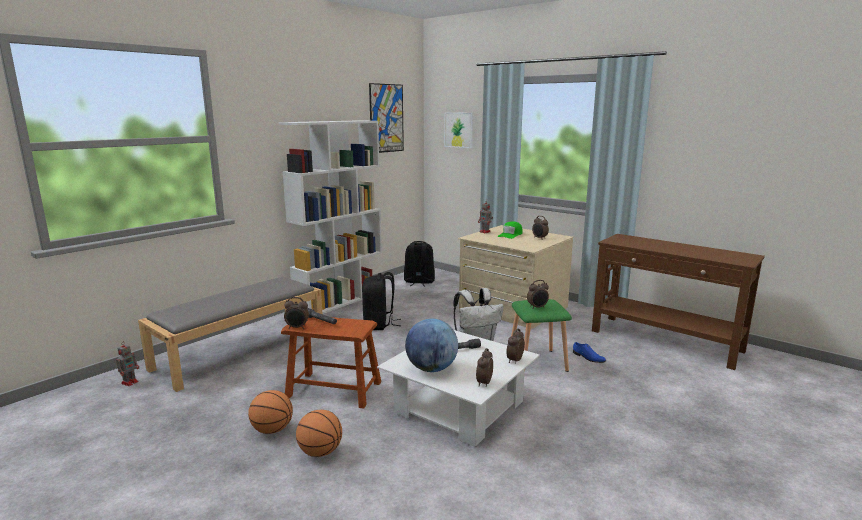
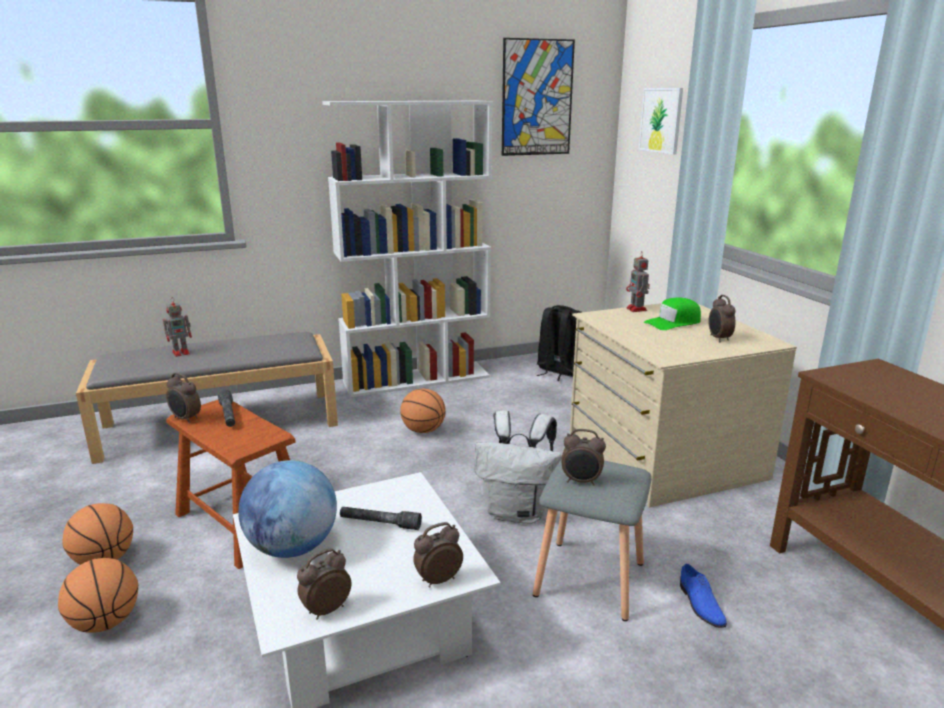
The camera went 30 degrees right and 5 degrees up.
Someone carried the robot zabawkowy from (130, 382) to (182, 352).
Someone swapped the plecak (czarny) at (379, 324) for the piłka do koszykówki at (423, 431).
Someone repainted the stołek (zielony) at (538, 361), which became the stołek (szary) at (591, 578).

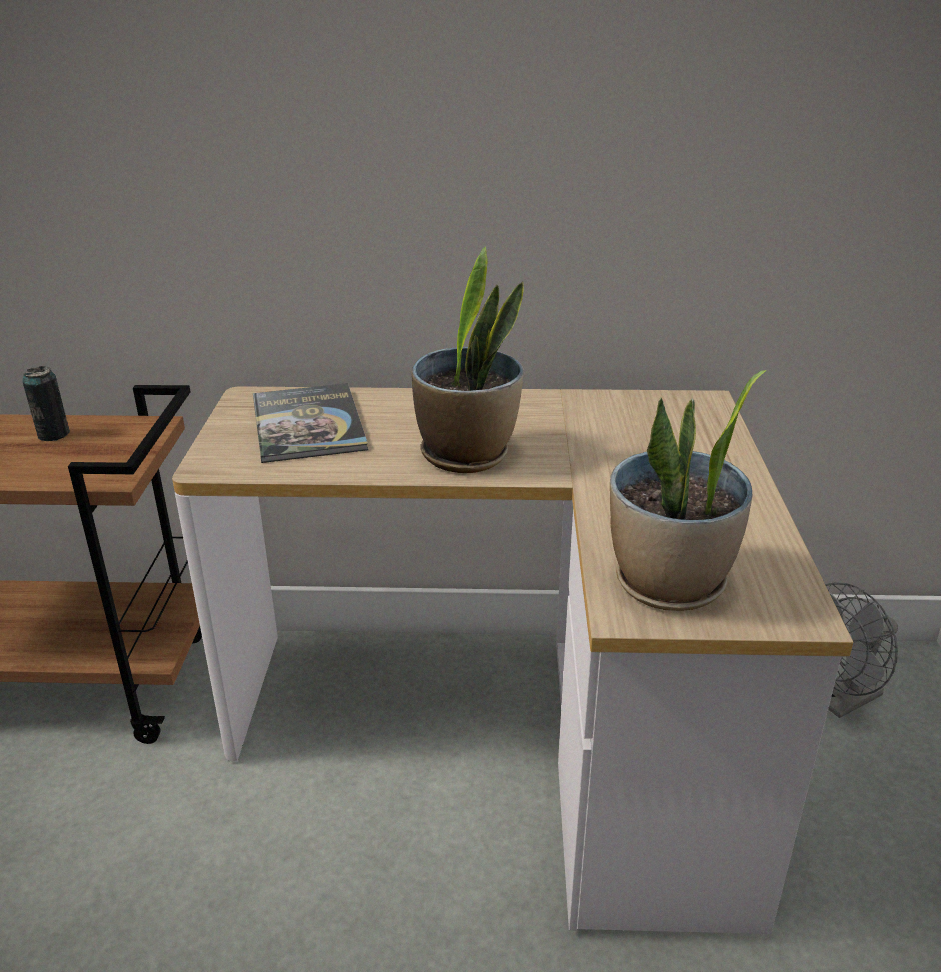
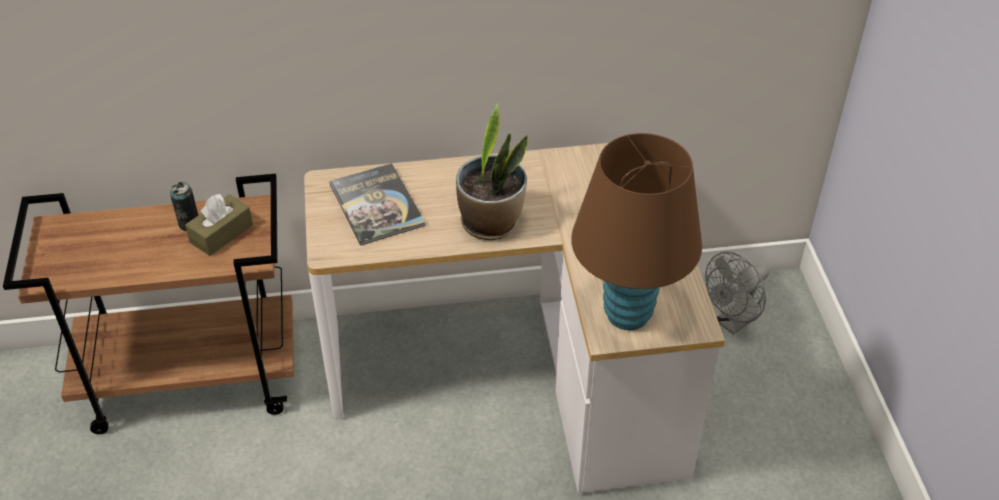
The camera went 10 degrees left and 15 degrees up.
Someone put down the pudełko chusteczek (brązowy) at (221, 233).
Someone swapped the roślina doniczkowa at (669, 585) for the lampa stołowa (brązowy) at (628, 314).

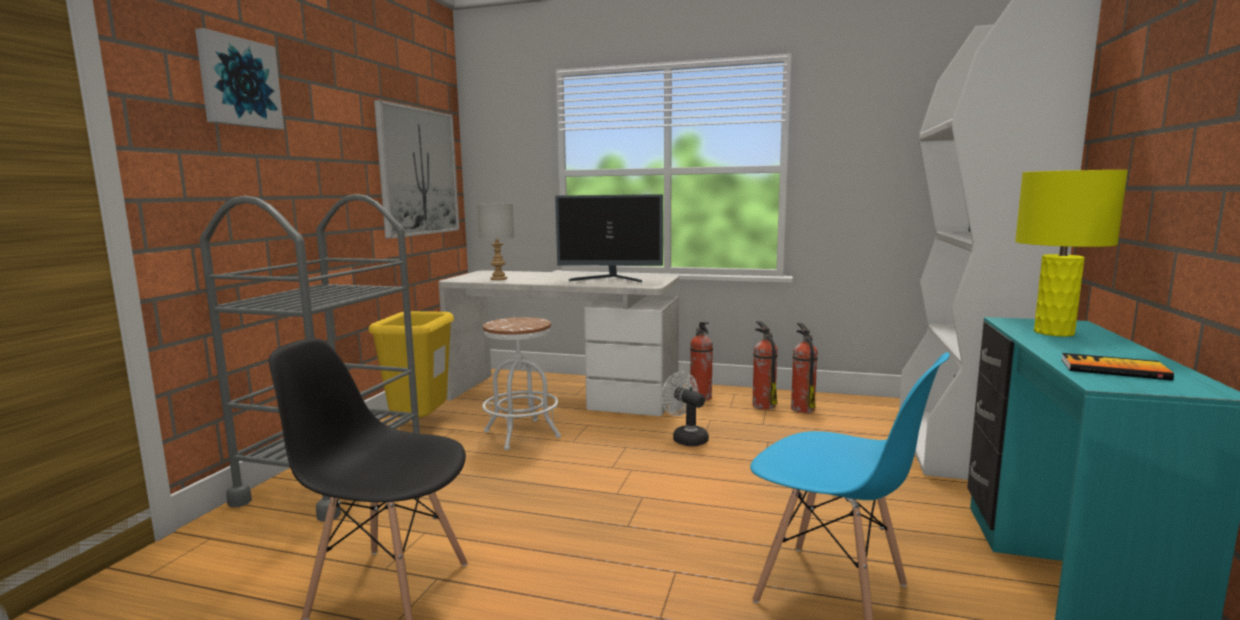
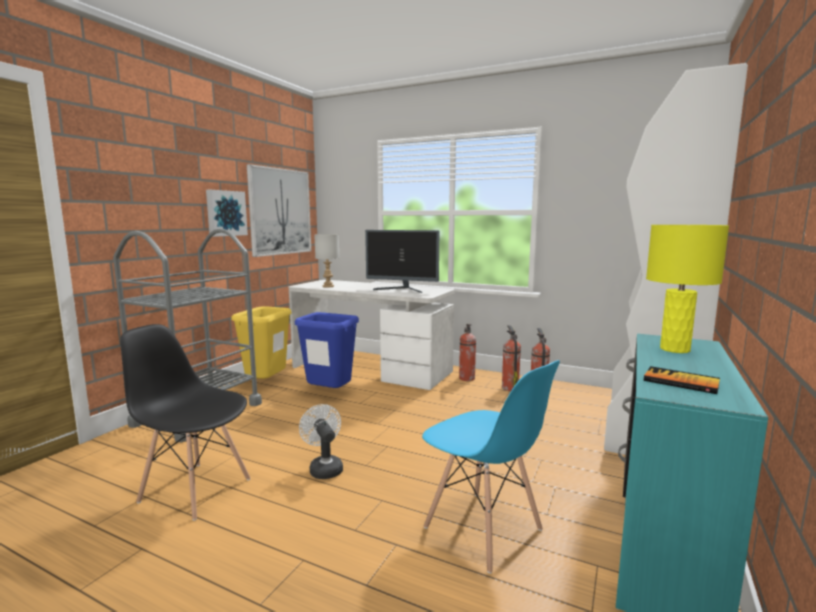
The camera went 10 degrees right and 0 degrees up.
Someone carried the obraz from (238, 83) to (225, 213).
Someone carried the wentylator (biały) from (686, 438) to (324, 468).
Someone swapped the stołek (biały) at (522, 434) for the kosz na śmieci (niebieski) at (329, 395).

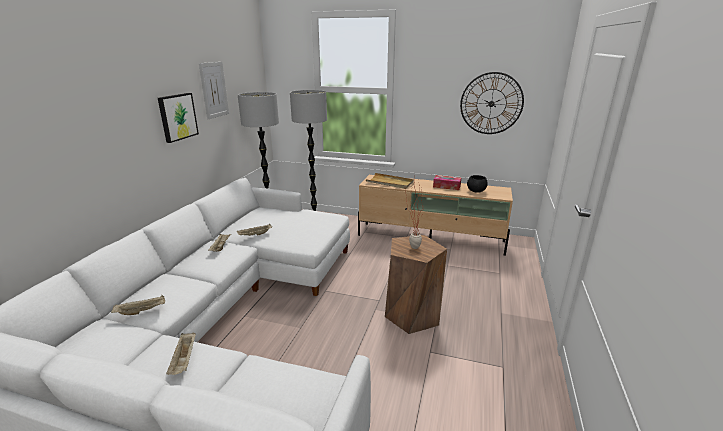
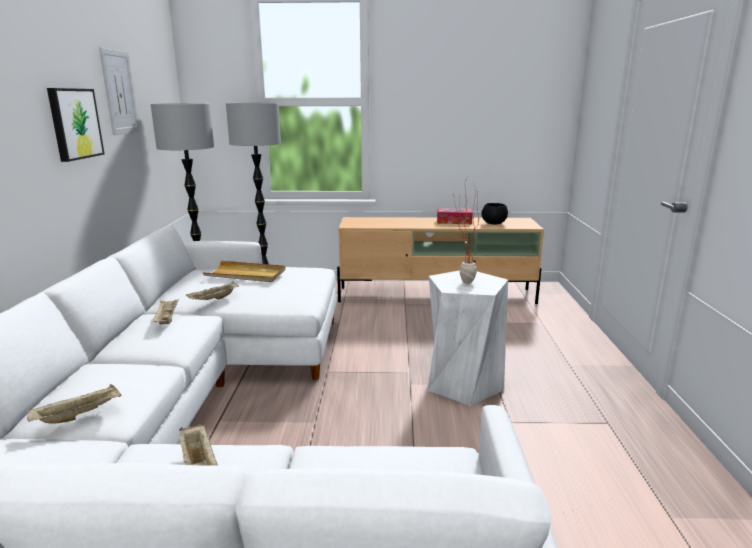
The camera went 15 degrees left and 5 degrees down.
Someone took away the zegar ścienny at (491, 103).
Someone carried the taca (beżowy) from (390, 182) to (246, 274).
Someone repainted the stołek (brązowy) at (412, 315), which became the stołek (biały) at (463, 383).

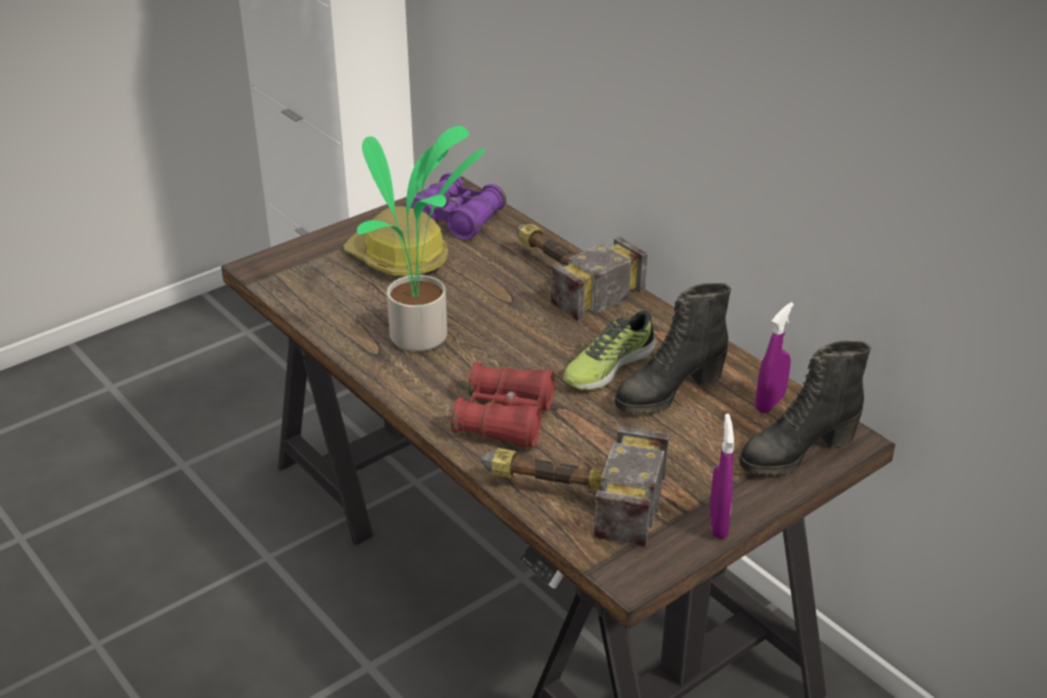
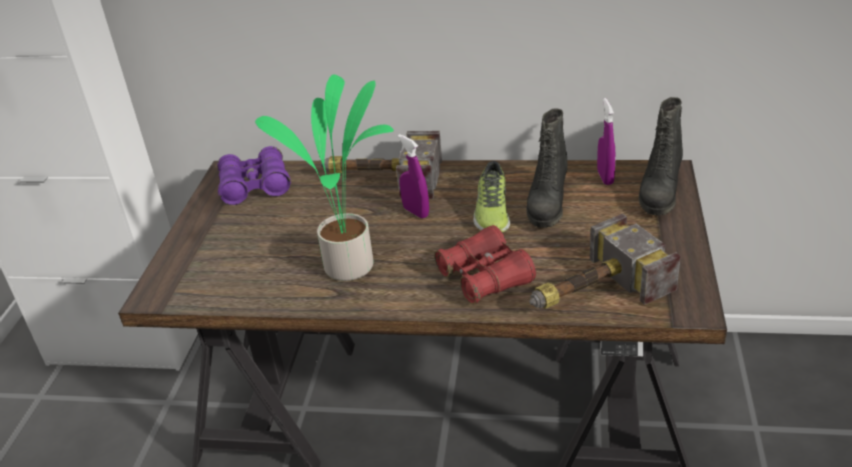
The camera went 40 degrees left and 0 degrees up.
Someone took away the kask at (398, 260).
Someone carried the spryskiwacz (fioletowy) from (718, 524) to (416, 212).

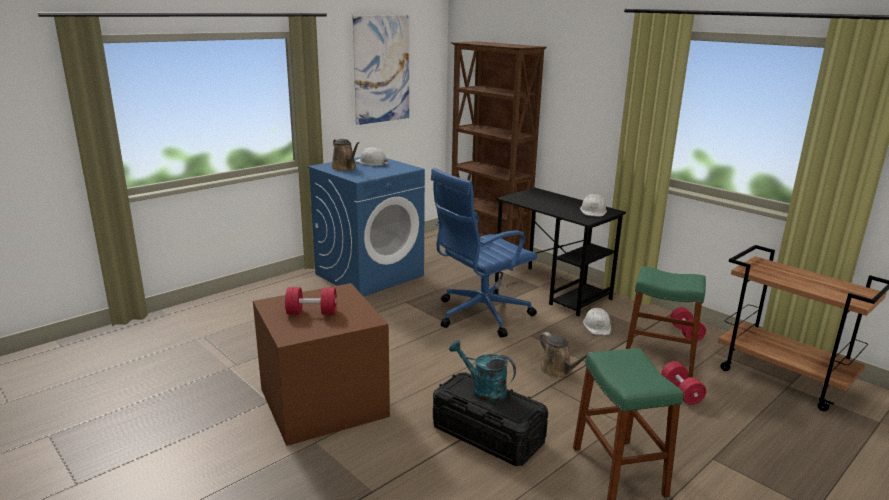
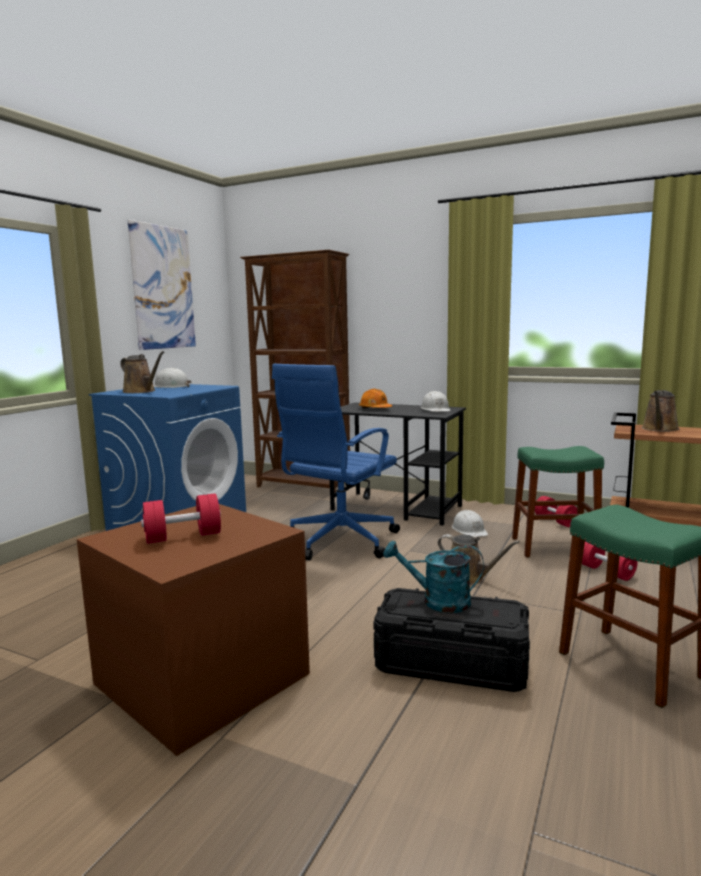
The camera went 20 degrees left and 10 degrees down.
Someone put down the kask (pomarańczowy) at (375, 409).
Someone put down the konewka (brązowy) at (659, 429).

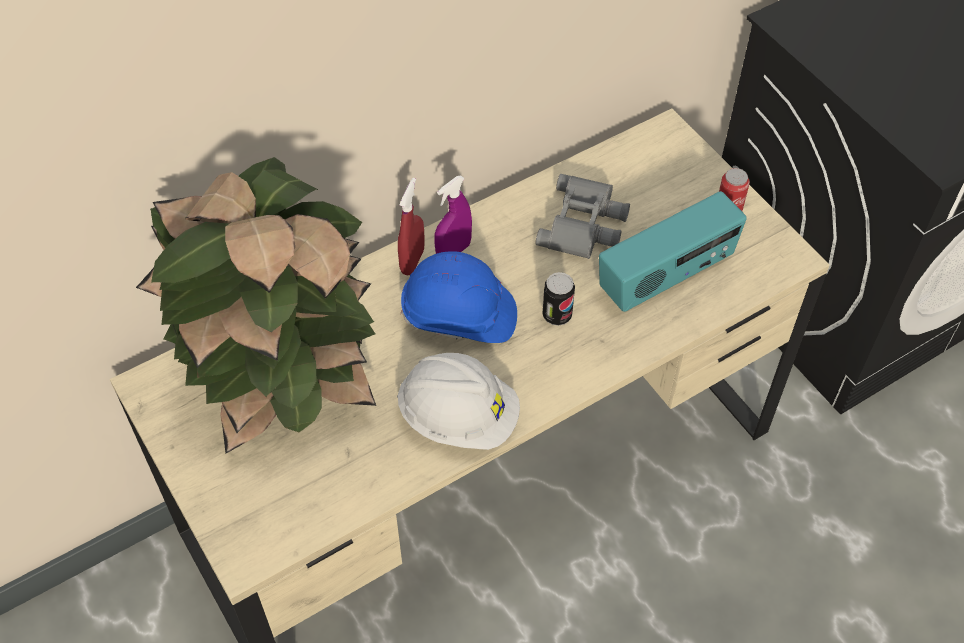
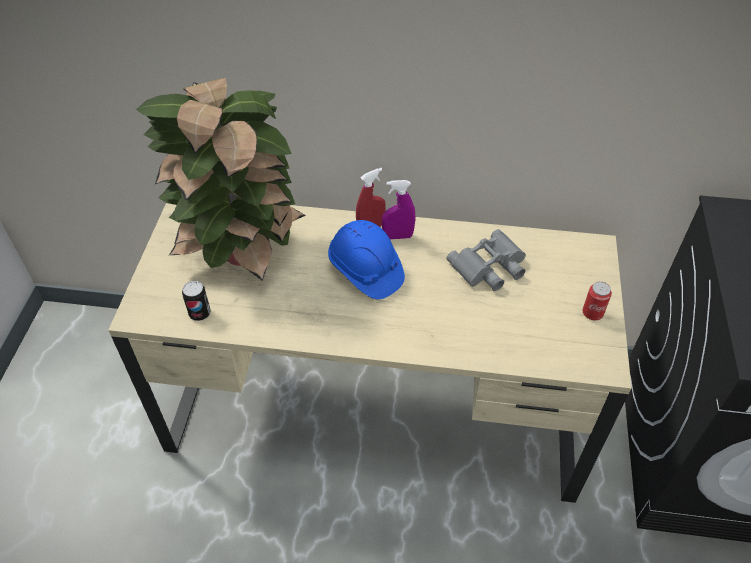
The camera went 40 degrees right and 5 degrees down.
Someone took away the kask (biały) at (458, 417).
Someone took away the radio at (666, 277).
Someone carried the puszka from (557, 315) to (200, 313).

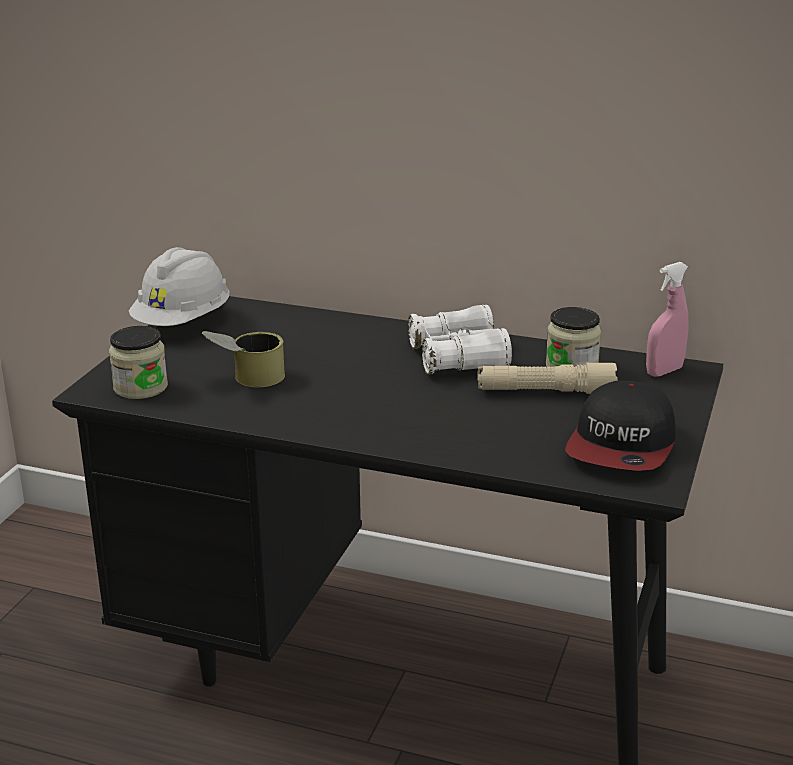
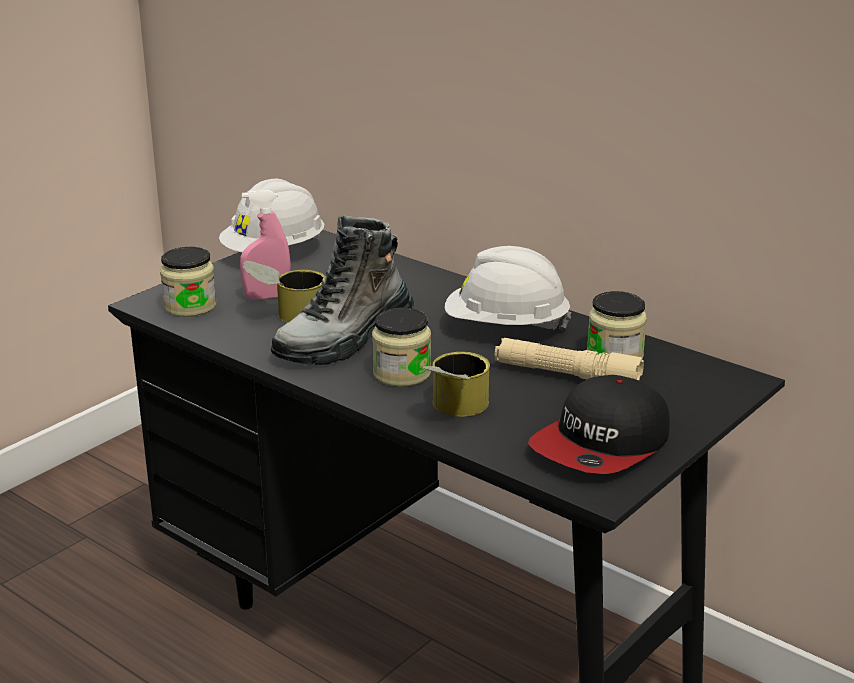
The camera went 20 degrees right and 0 degrees up.
Someone put down the but z cholewką at (344, 339).
Someone put down the słoik at (401, 374).
Someone put down the puszka at (453, 411).
Someone carried the spryskiwacz (różowy) from (664, 371) to (267, 297).
Someone swapped the lornetka (biały) at (458, 358) for the kask (biały) at (505, 328).

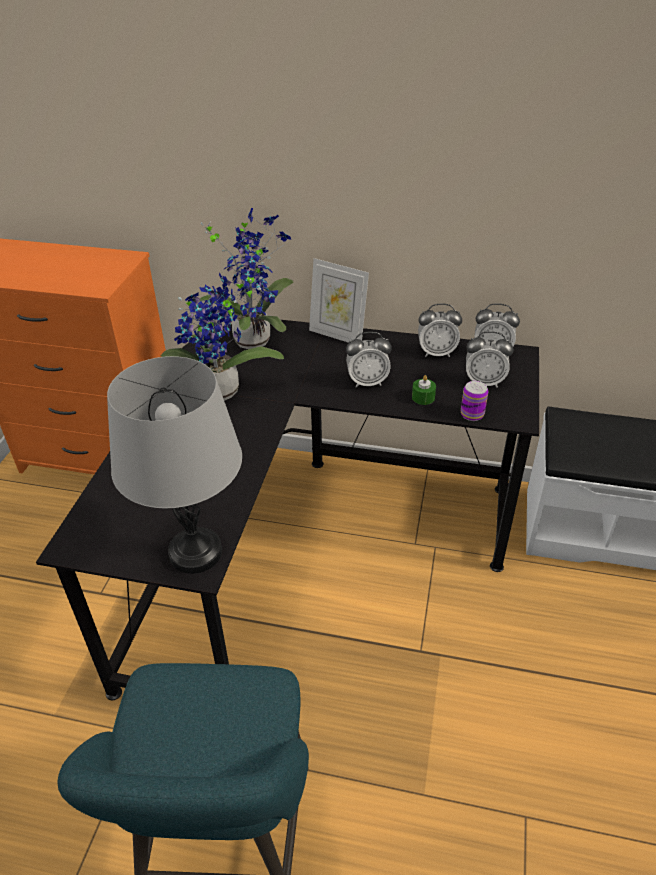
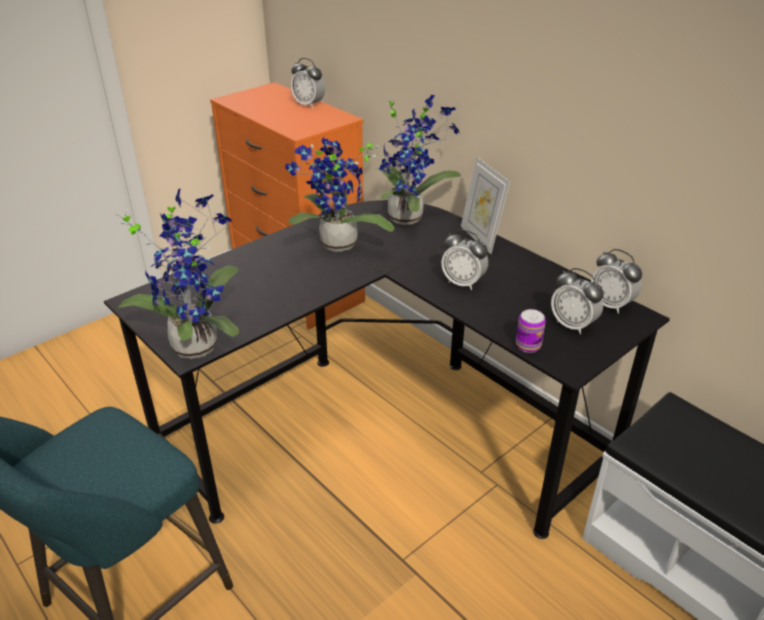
The camera went 35 degrees right and 5 degrees down.
Someone took away the świeca (zielony) at (423, 397).
Someone carried the budzik from (436, 353) to (309, 105).
Someone swapped the lampa stołowa (szary) at (196, 552) for the roślina doniczkowa at (197, 343).

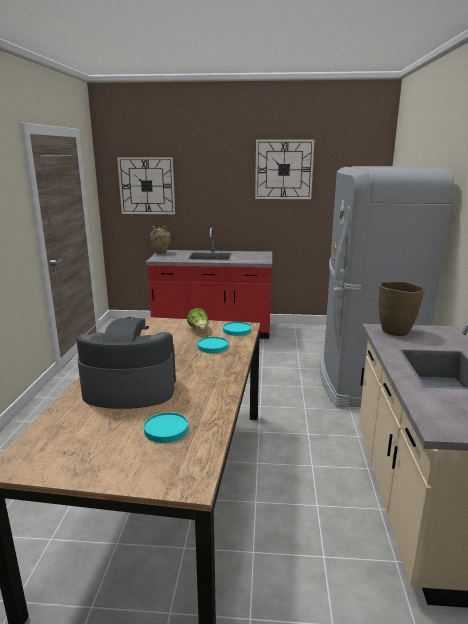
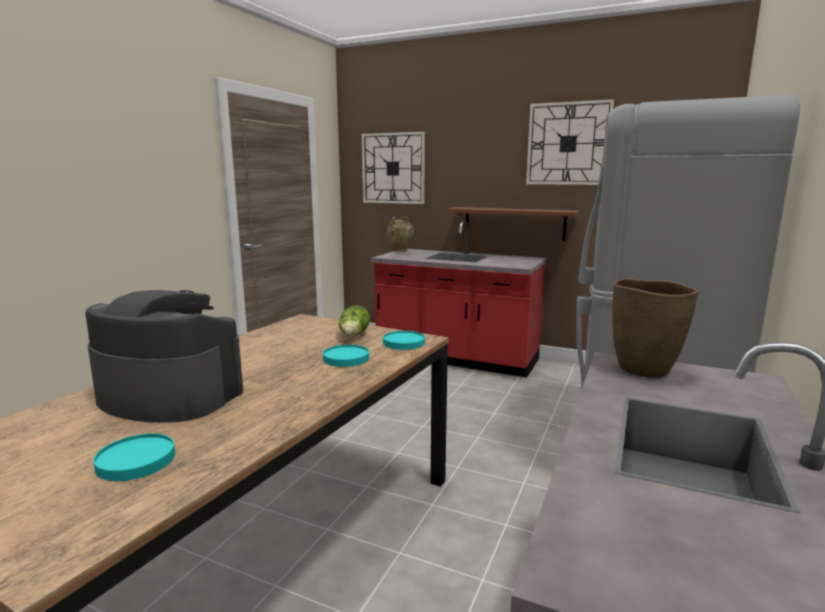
The camera went 20 degrees right and 5 degrees down.
Someone put up the półka (brązowy) at (514, 223).

